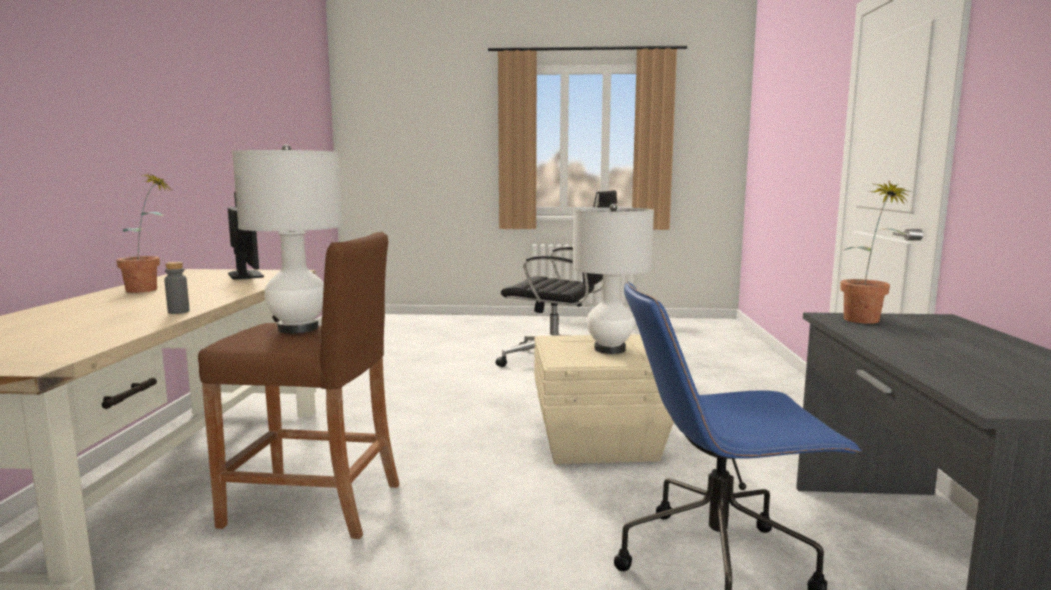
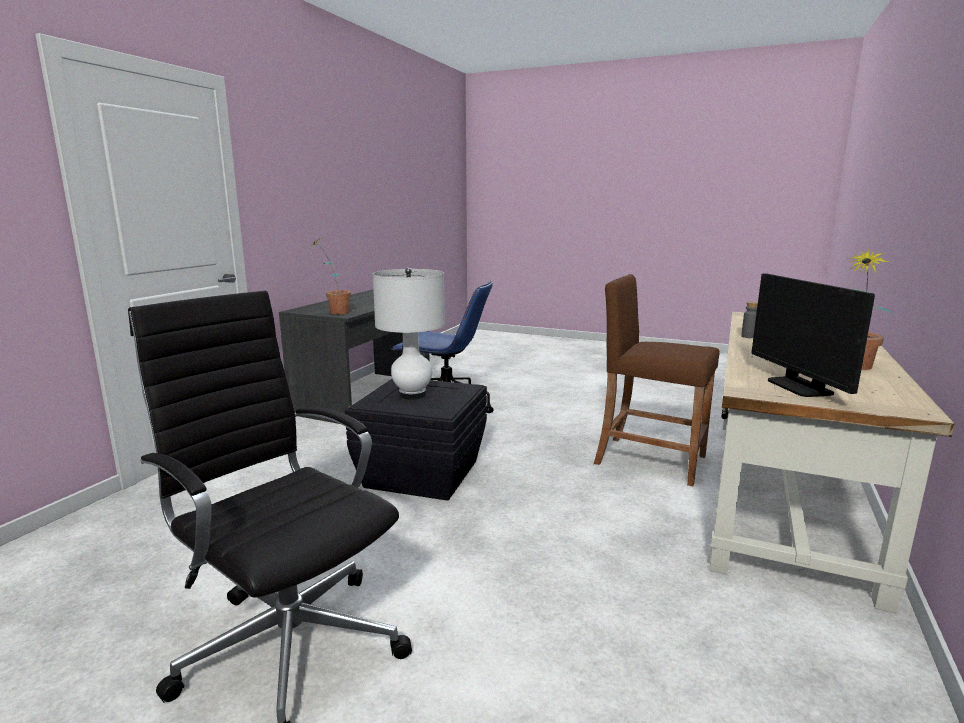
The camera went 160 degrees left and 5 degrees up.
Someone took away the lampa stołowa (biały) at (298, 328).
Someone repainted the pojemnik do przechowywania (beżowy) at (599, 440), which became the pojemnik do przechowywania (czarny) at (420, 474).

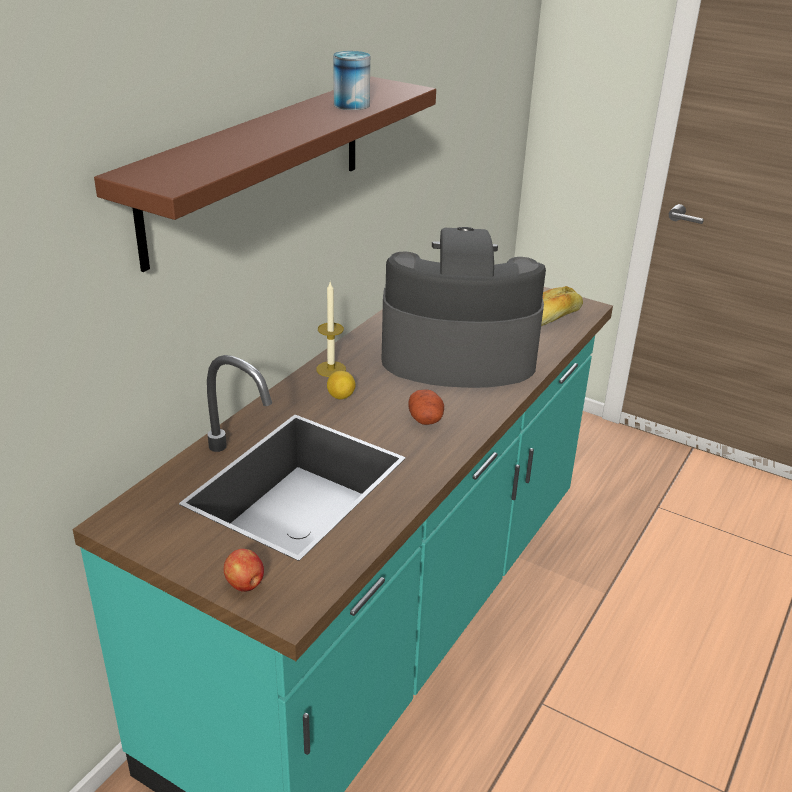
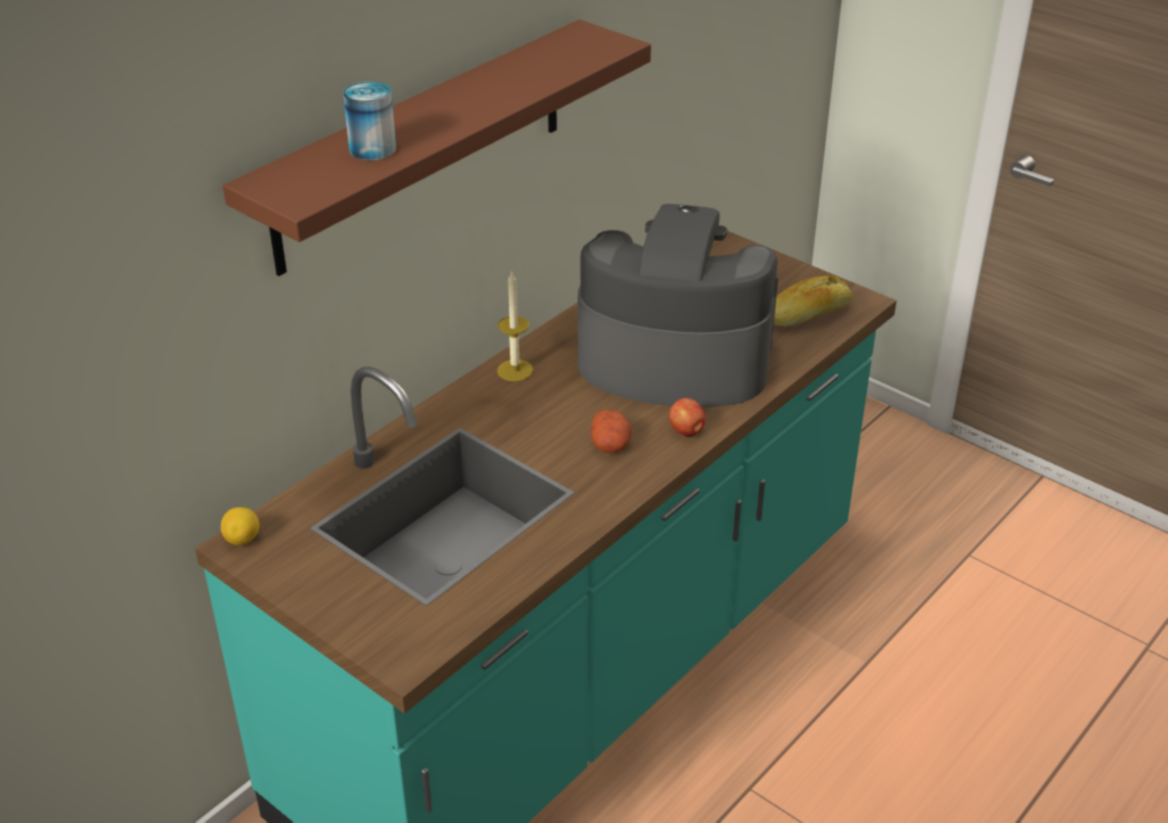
The camera went 10 degrees right and 5 degrees up.
Someone carried the jabłko from (245, 584) to (686, 431).
Someone carried the cytryna from (341, 397) to (243, 539).
Someone carried the puszka from (351, 105) to (372, 149).

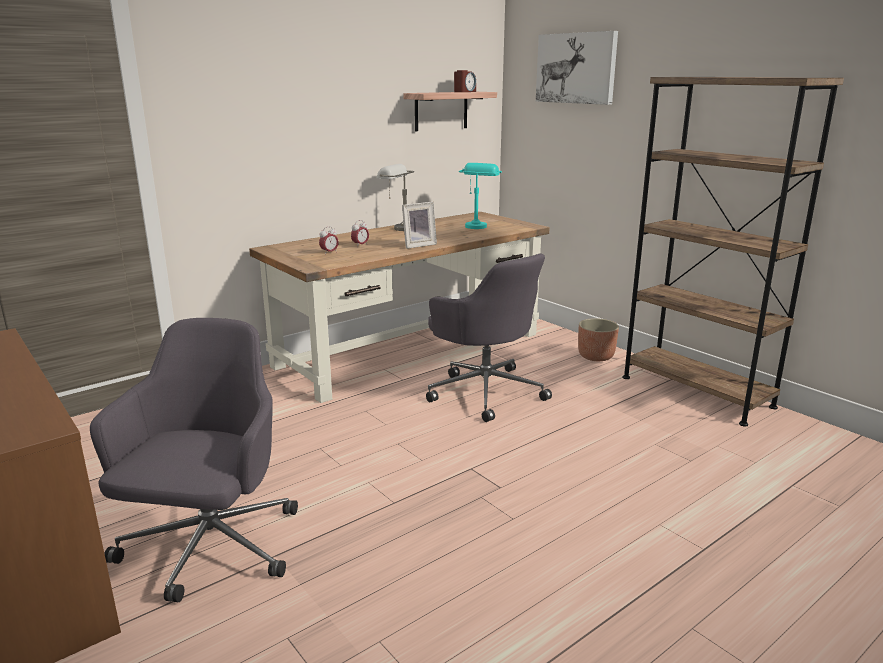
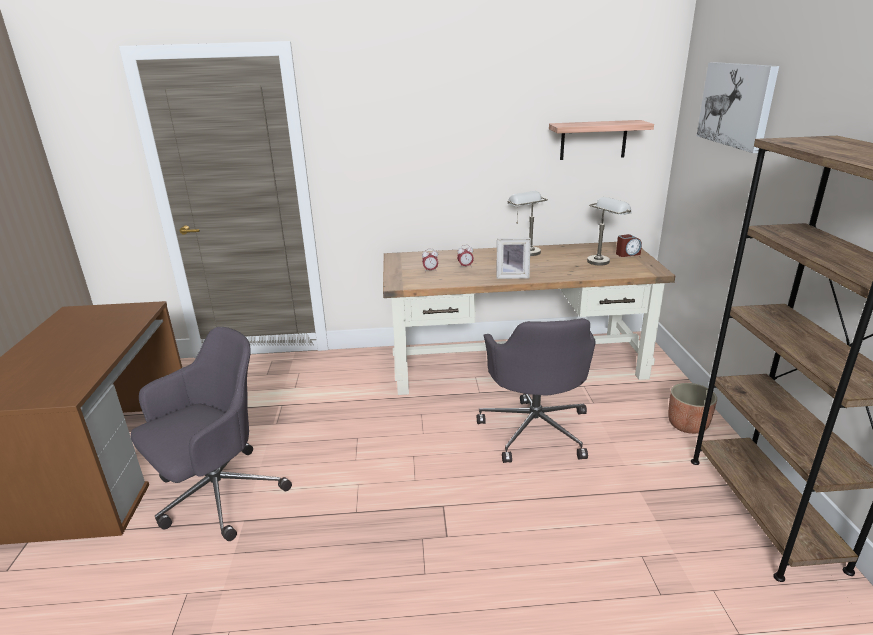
The camera went 35 degrees right and 5 degrees up.
Someone carried the budzik from (464, 92) to (627, 254).
Someone repainted the lampa stołowa (turkusowy) at (477, 225), which became the lampa stołowa (szary) at (603, 259).

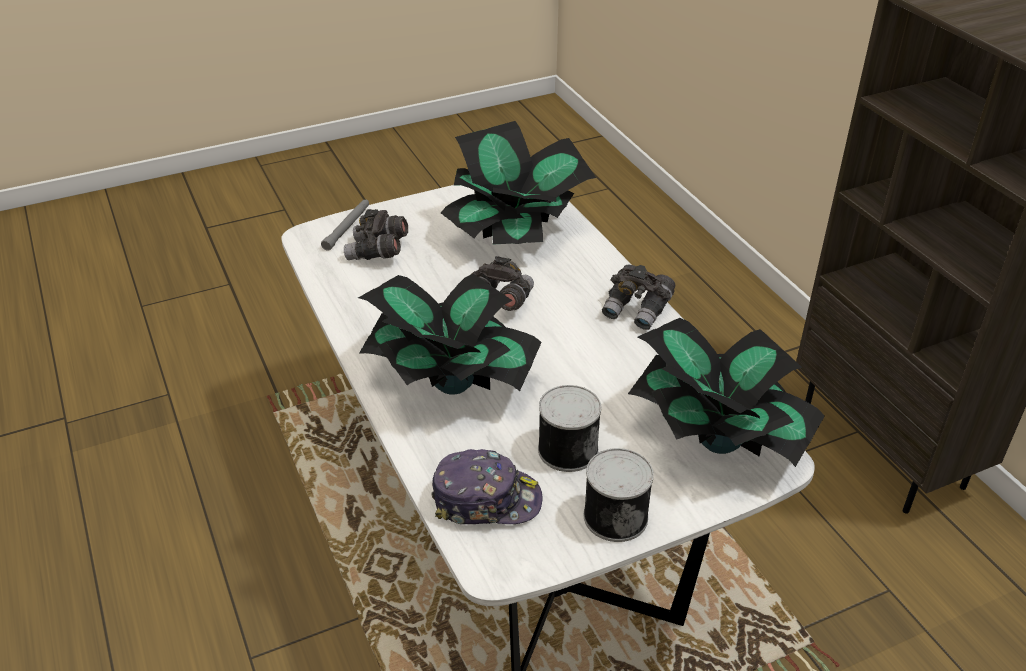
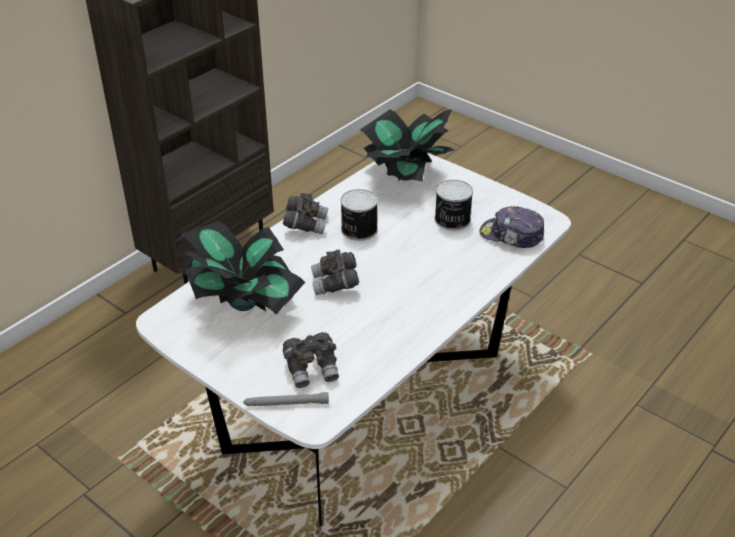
The camera went 115 degrees left and 0 degrees up.
Someone took away the roślina doniczkowa at (451, 383).
Someone carried the puszka from (615, 515) to (358, 229).
Someone rotated the czapka z daszkiem at (486, 500) by 45 degrees counterclockwise.

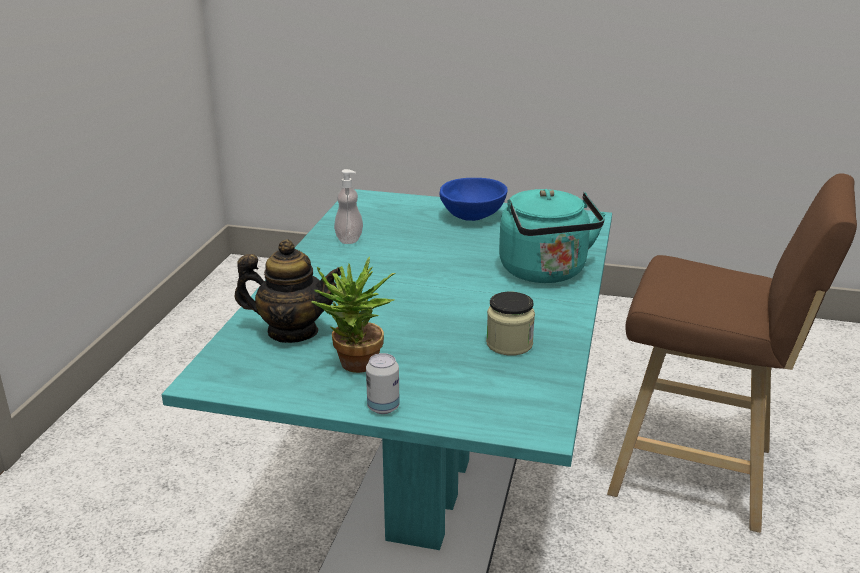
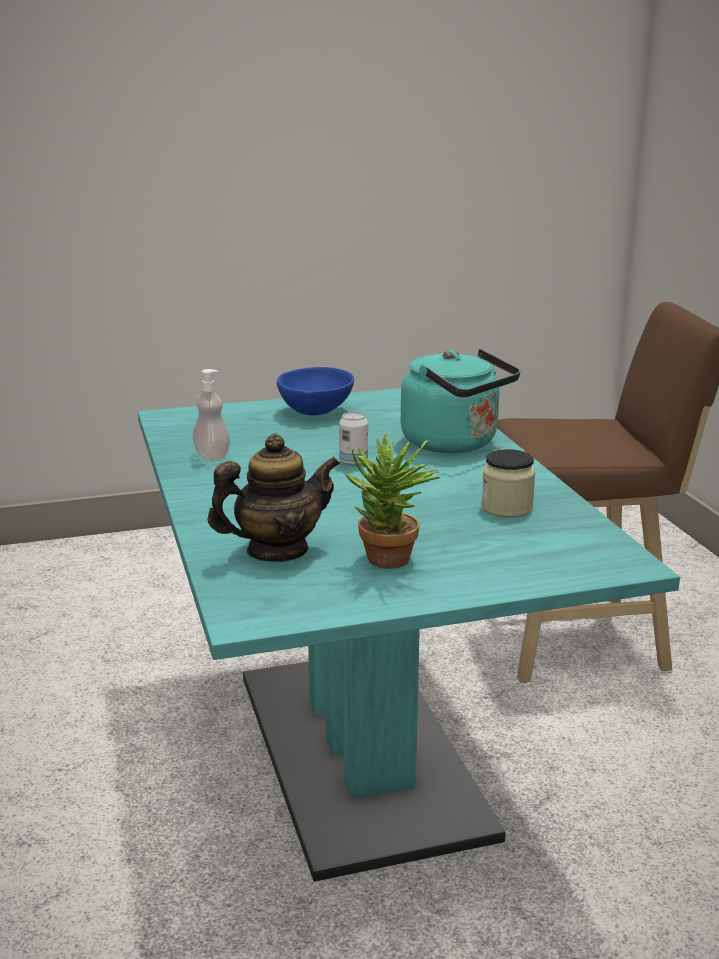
The camera went 30 degrees left and 5 degrees down.
Someone carried the puszka from (383, 407) to (353, 462).

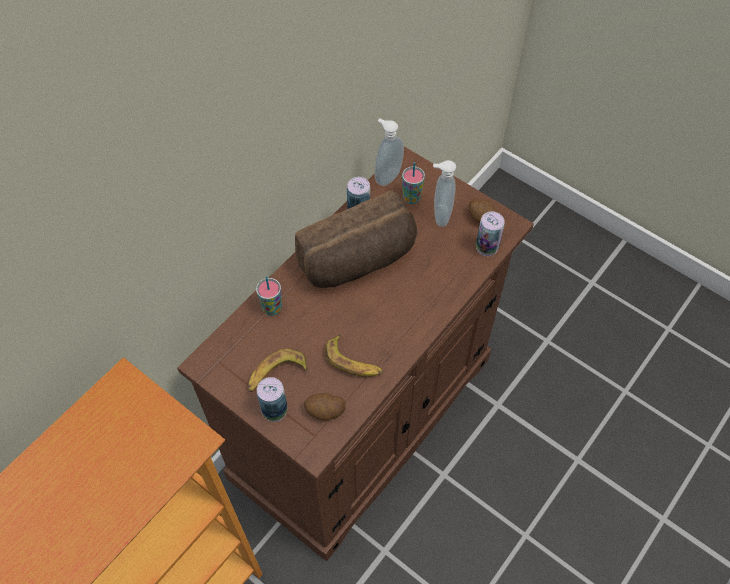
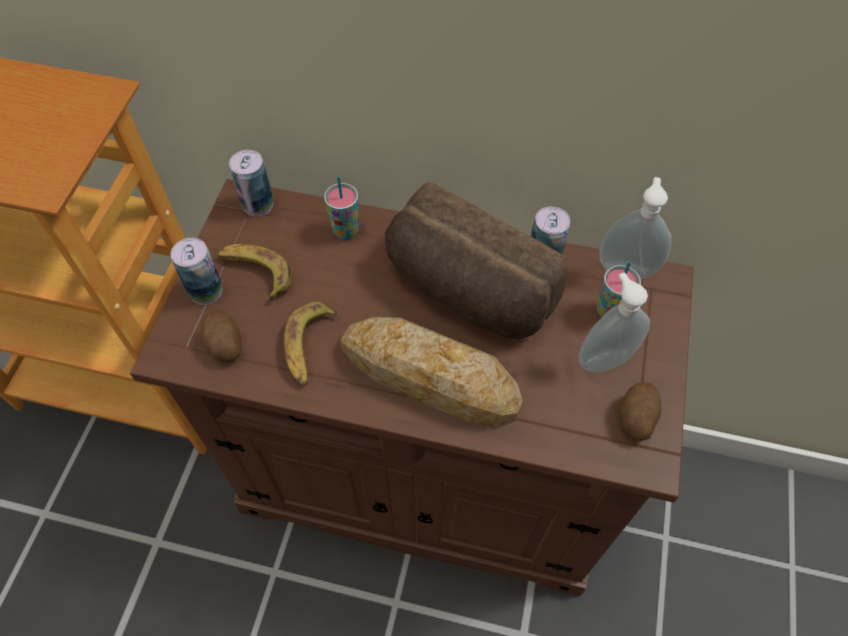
The camera went 65 degrees right and 0 degrees up.
Someone put down the chleb at (430, 376).
Someone carried the puszka from (486, 247) to (258, 204).

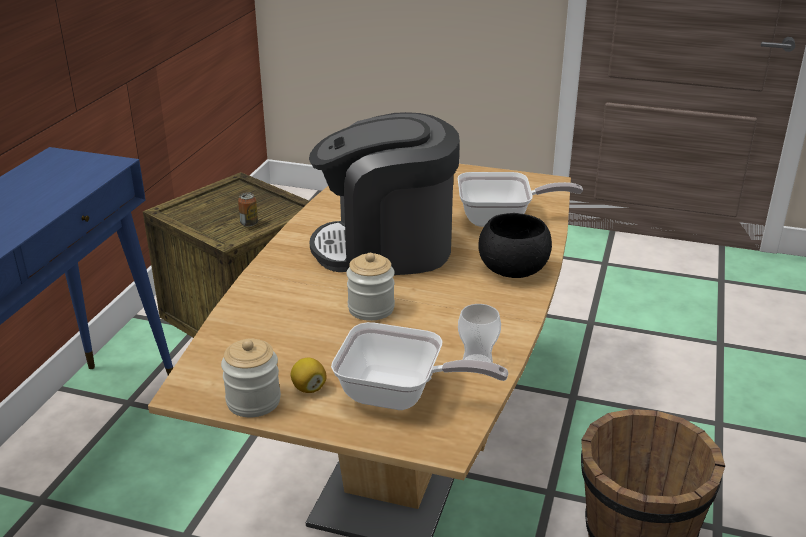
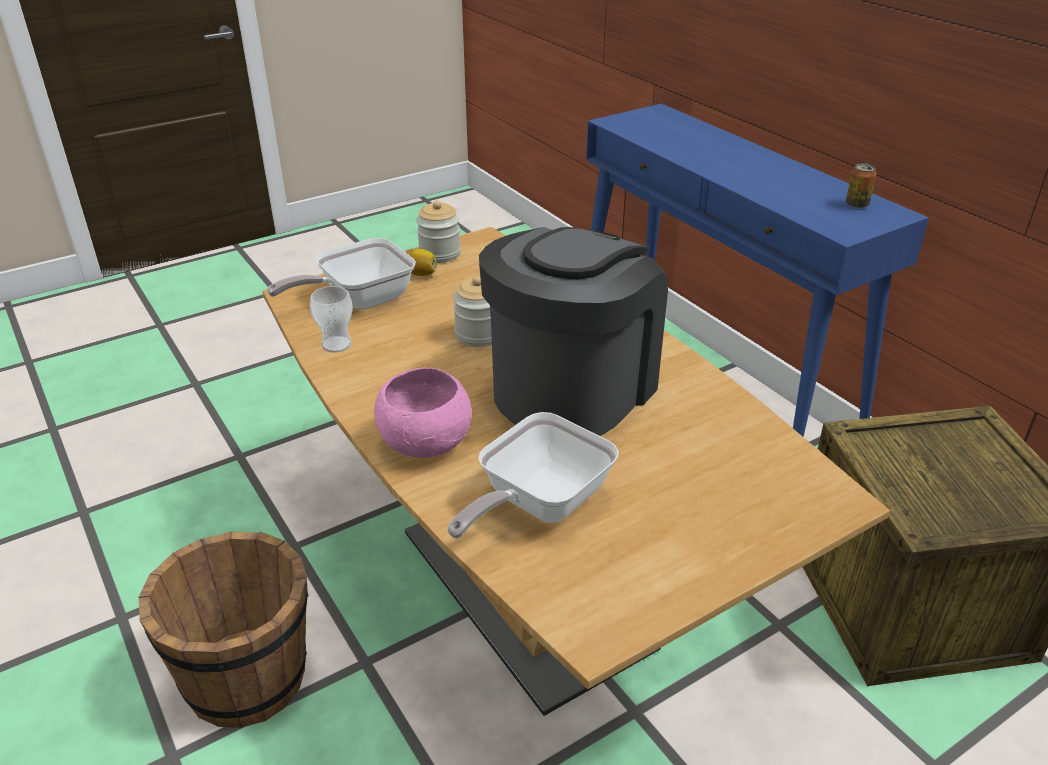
The camera went 130 degrees right and 5 degrees up.
Someone carried the puszka from (249, 223) to (857, 205).
Someone repainted the miska (czarny) at (512, 270), which became the miska (różowy) at (426, 441).

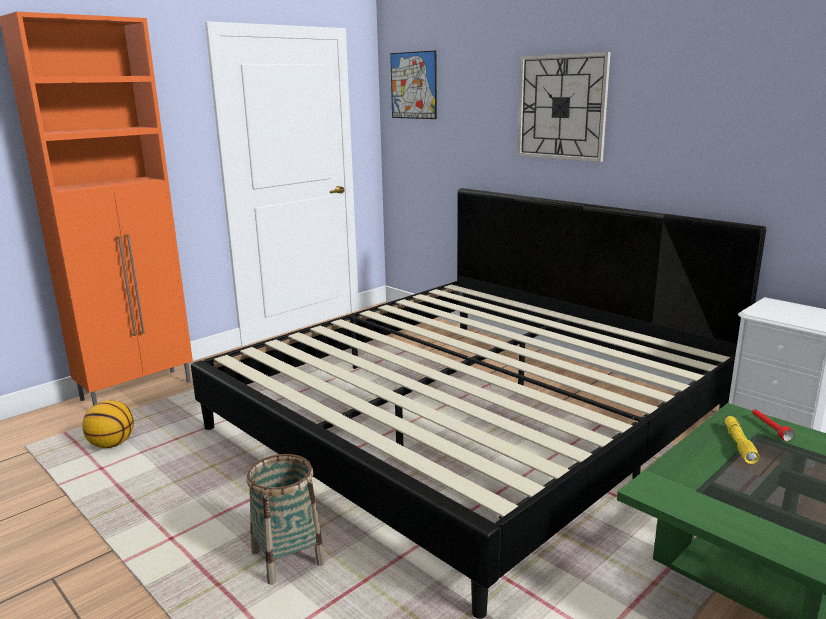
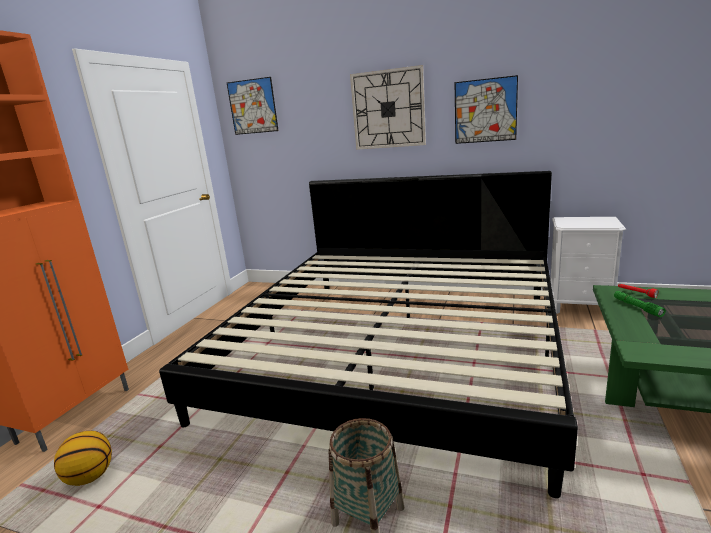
The camera went 25 degrees left and 0 degrees up.
Someone put up the obraz at (485, 111).
Someone repainted the latarka (żółty) at (739, 444), which became the latarka (zielony) at (637, 307).

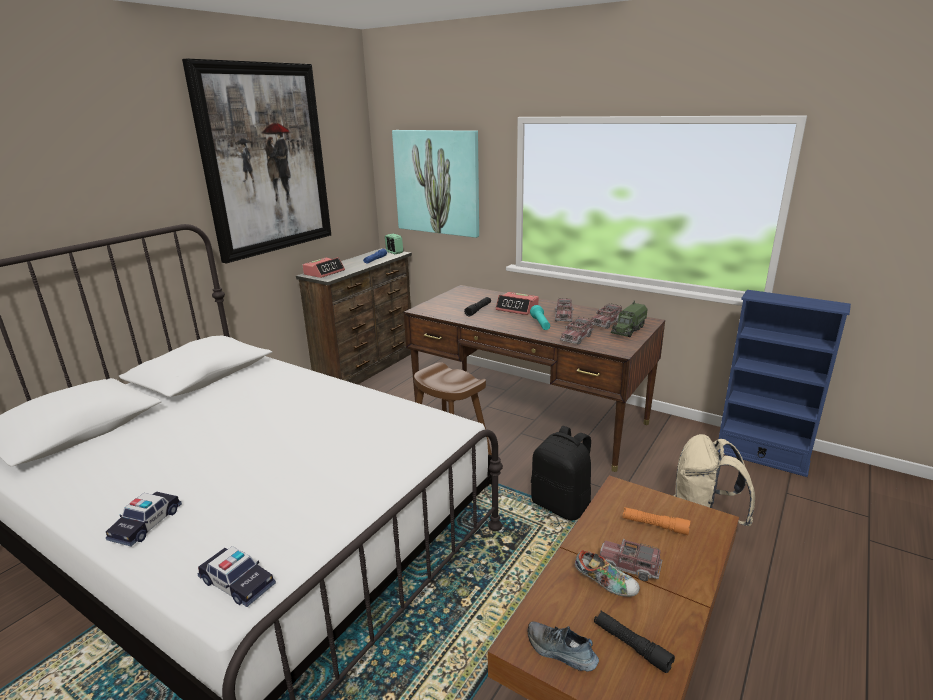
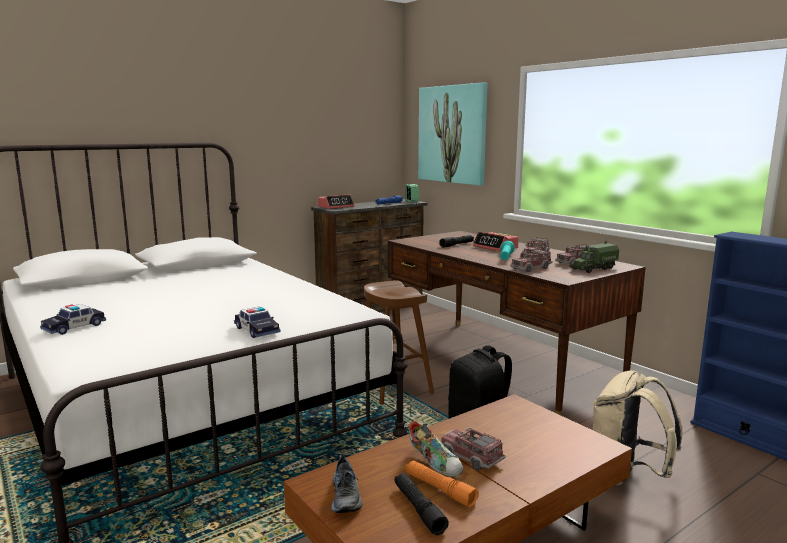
The camera went 20 degrees right and 10 degrees down.
Someone took away the obraz at (265, 160).
Someone carried the samochodzik from (237, 583) to (256, 330).
Someone carried the latarka (pomarańczowy) from (655, 525) to (439, 489).
Someone rotated the but at (560, 652) by 150 degrees counterclockwise.

